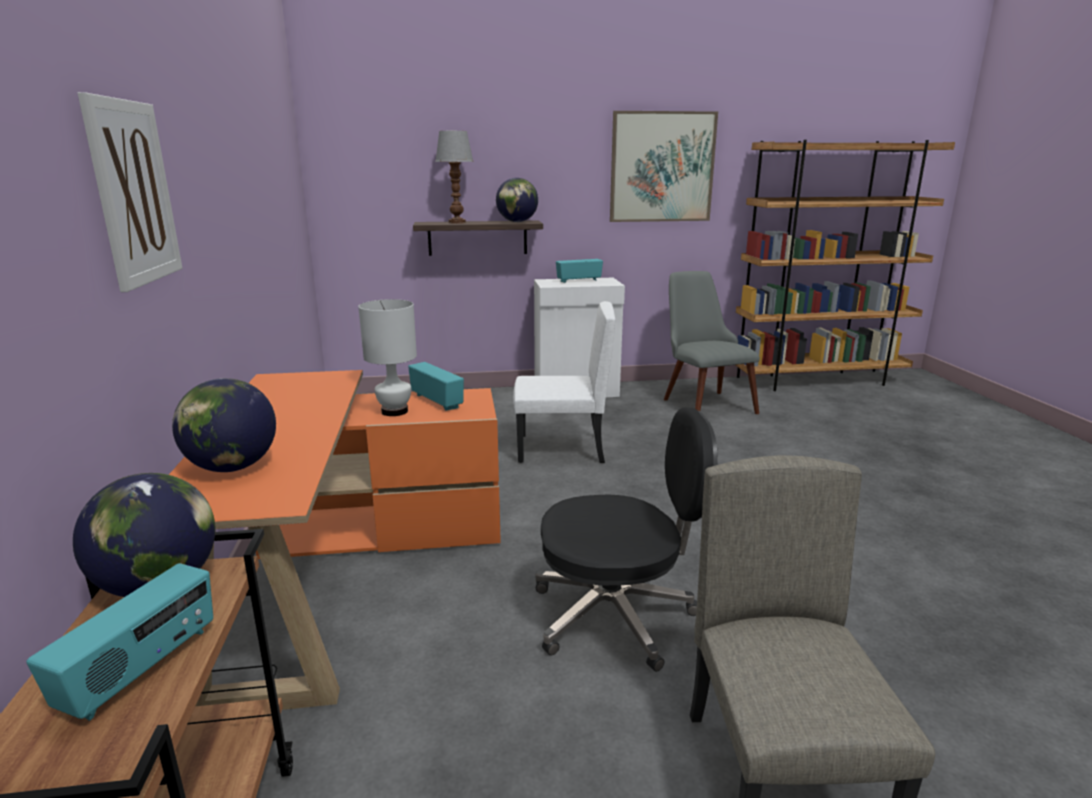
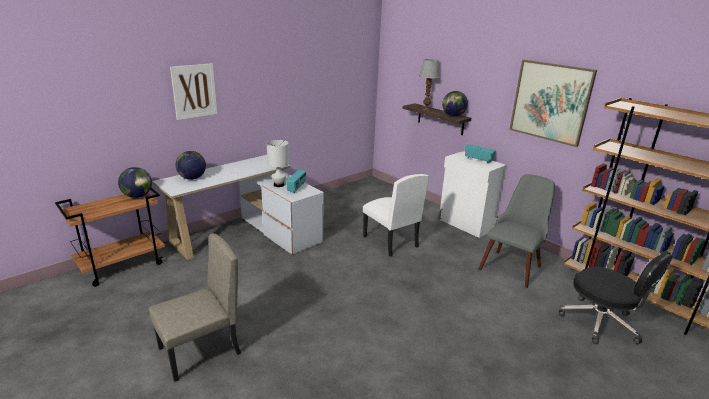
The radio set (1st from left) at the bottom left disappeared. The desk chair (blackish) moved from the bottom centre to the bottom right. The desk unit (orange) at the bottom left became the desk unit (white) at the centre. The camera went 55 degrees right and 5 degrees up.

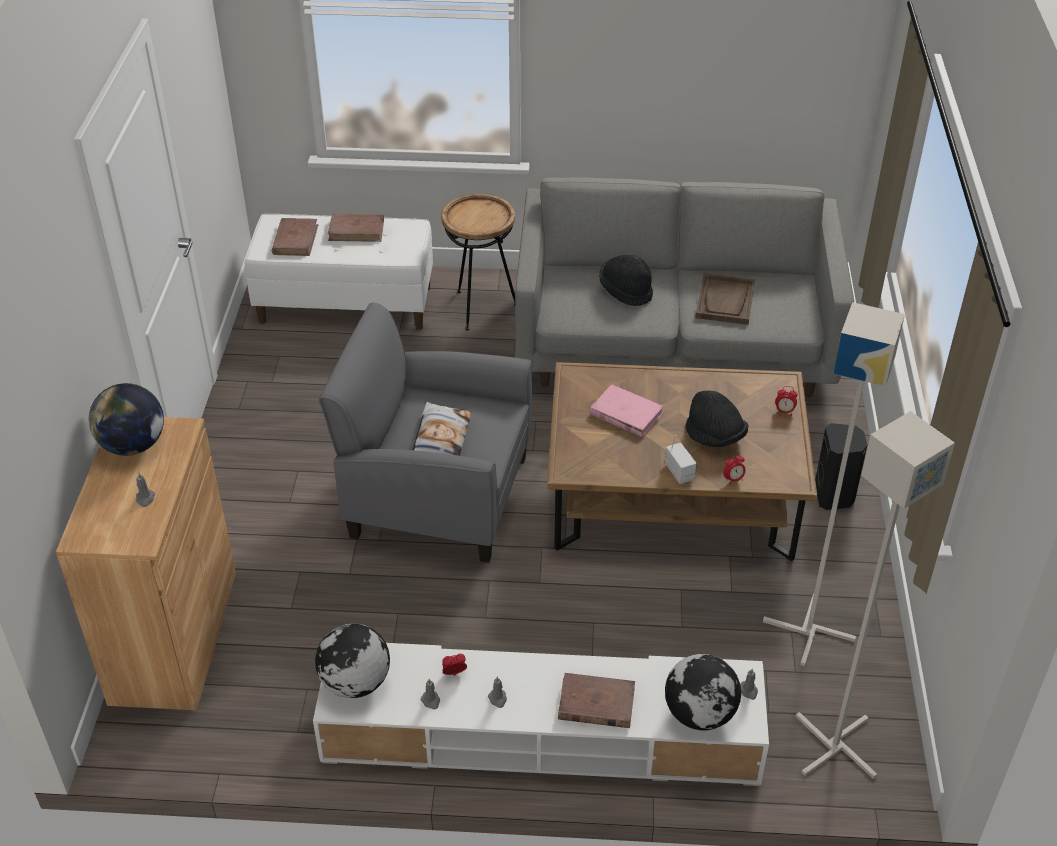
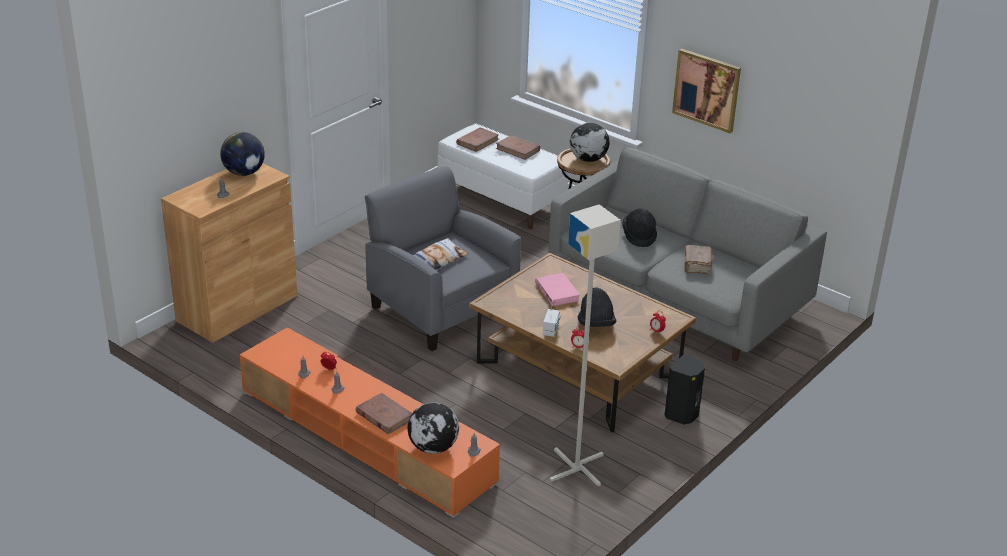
The floor lamp (gray) (2nd from left) at the bottom right disappeared. The wall picture at the top right appeared. The world globe (2nd from left in the first image) moved from the bottom left to the top centre. The carrying tray (brown-coloured) at the middle right was replaced by the book (brown-coloured) (4th from left) at the middle right. The media console (white) at the bottom centre became the media console (orange) at the bottom centre. The camera went 35 degrees right and 10 degrees down.

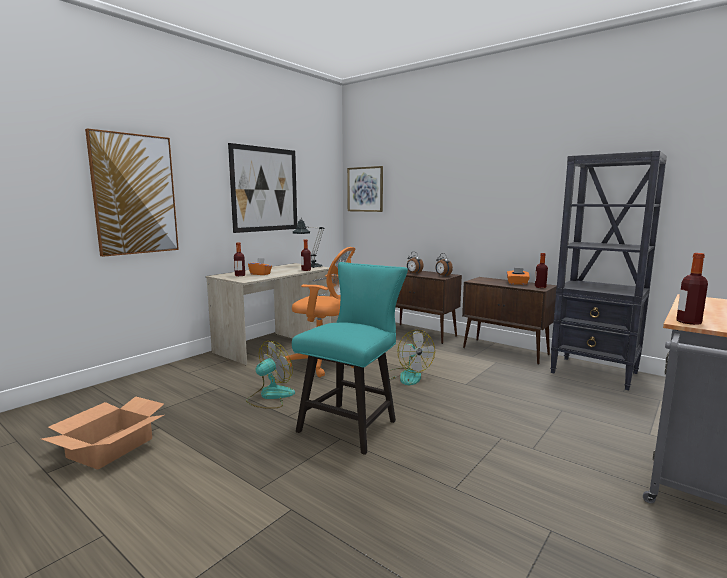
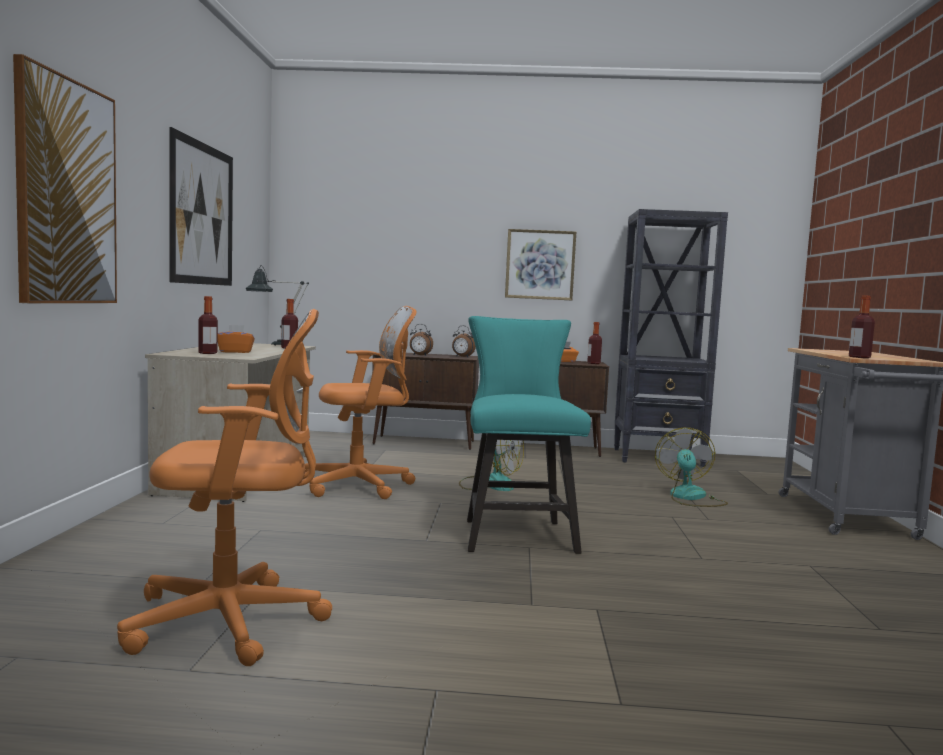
The electric fan (1st from left in the first image) moved from the centre to the middle right. The wall picture (3rd from left) moved from the top centre to the centre. The carton at the bottom left was replaced by the desk chair (orange) (1st from left) at the middle left. The camera went 35 degrees left and 5 degrees down.

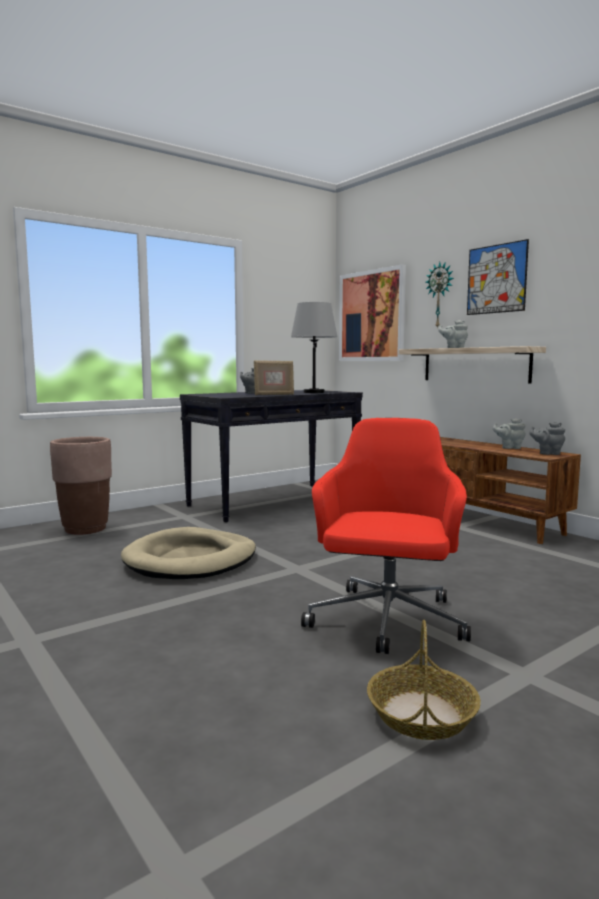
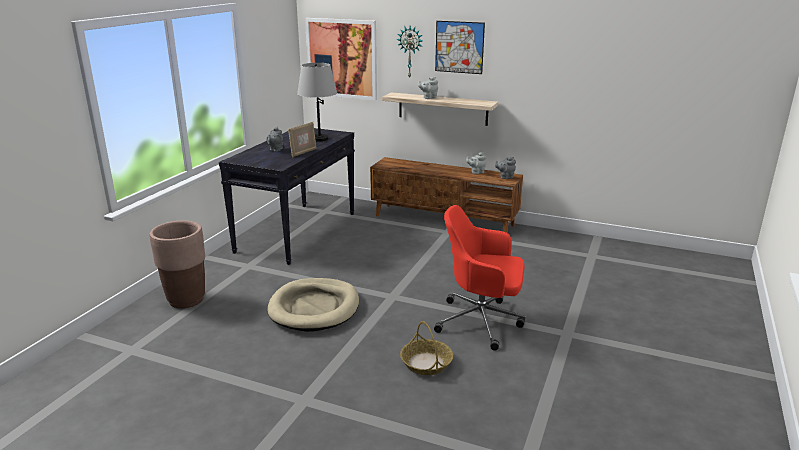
The storage basket moved from the bottom right to the bottom centre. The desk chair (red) at the centre turned 60 degrees counterclockwise. The camera went 30 degrees left and 15 degrees up.

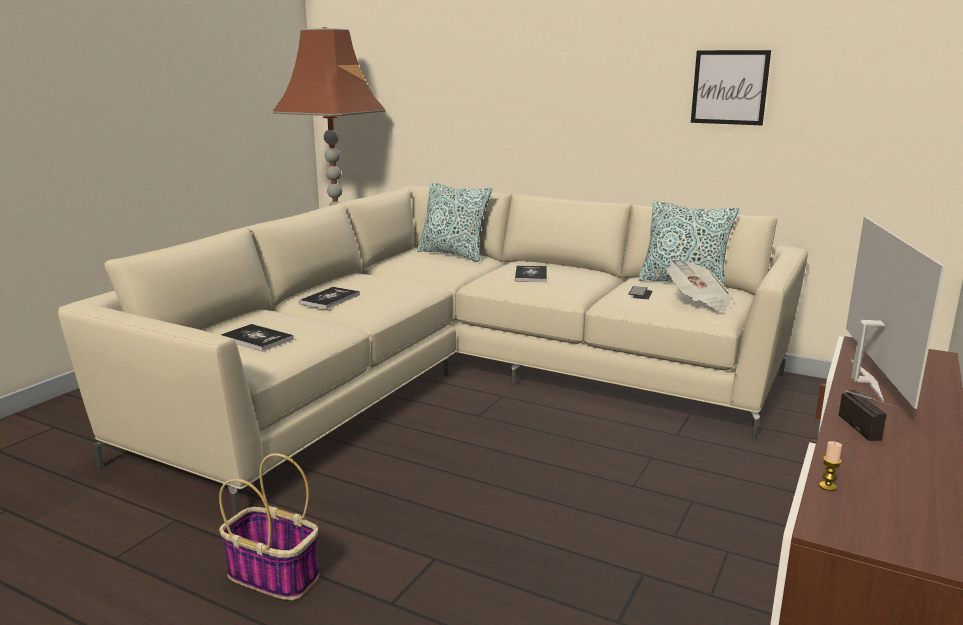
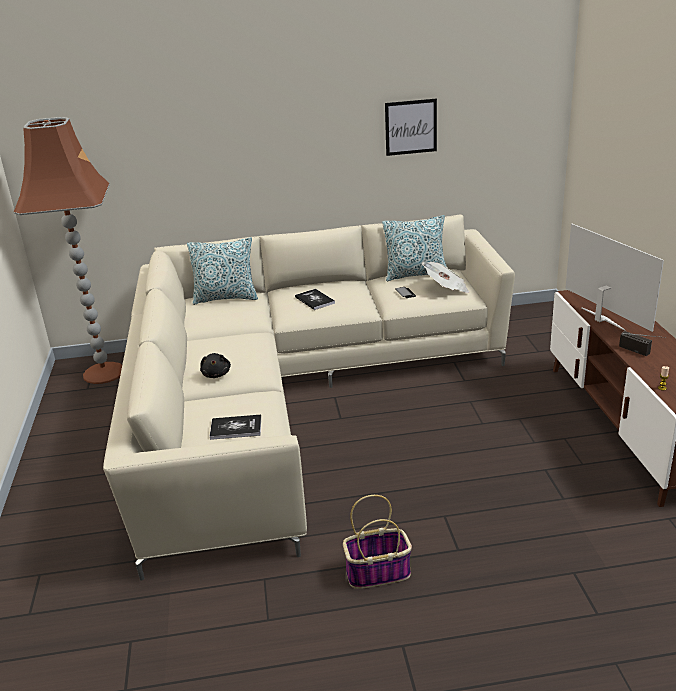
The book (2nd from left) at the centre was replaced by the soft toy (blackish) at the middle left. The camera went 35 degrees left and 10 degrees up.

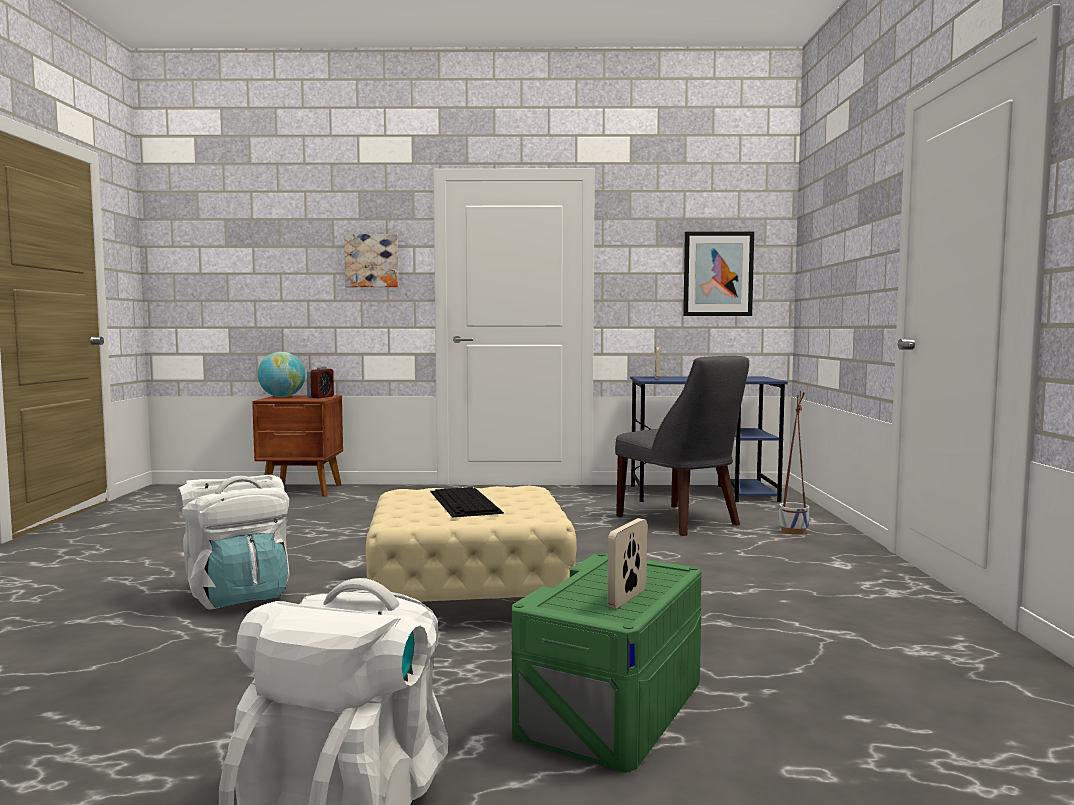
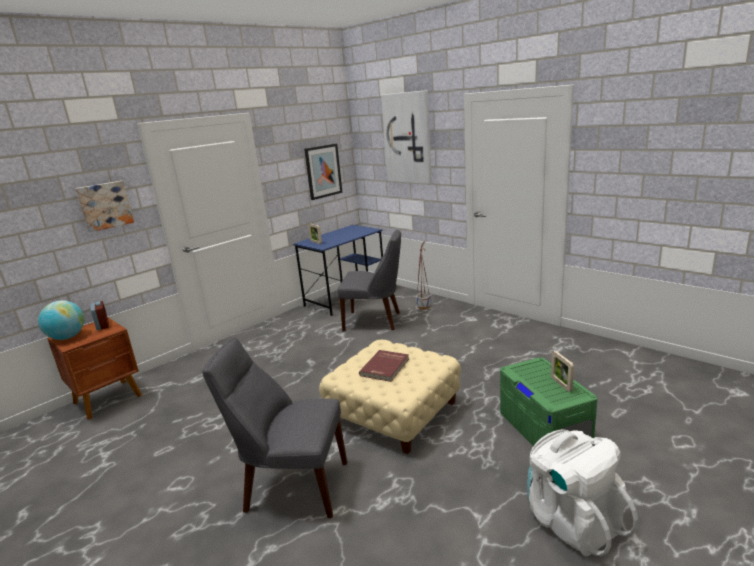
The wall picture (3rd from left) at the top centre appeared. The rucksack (white) (1st from left) at the bottom left was replaced by the plain chair (gray) (1st from left) at the bottom centre. The keyboard at the centre was replaced by the book (red) at the centre. The camera went 45 degrees left and 15 degrees up.

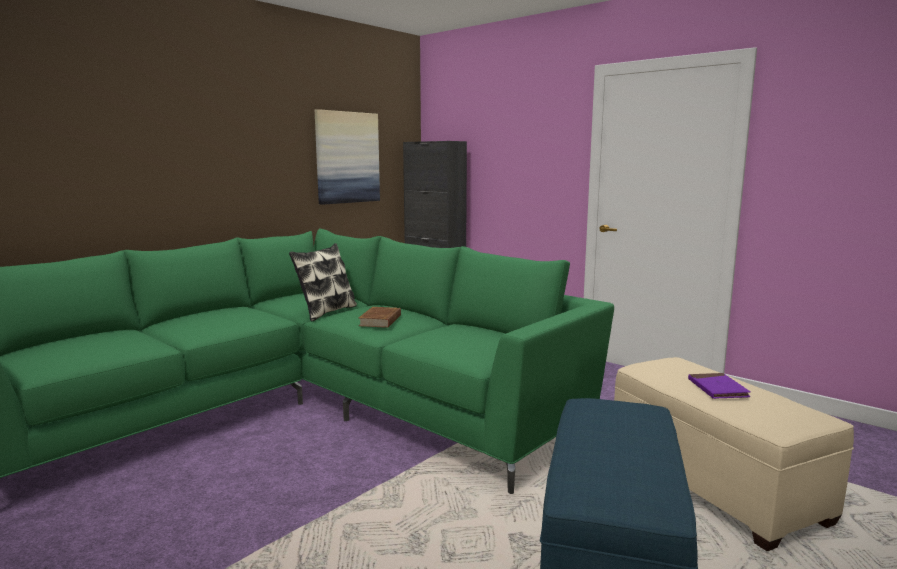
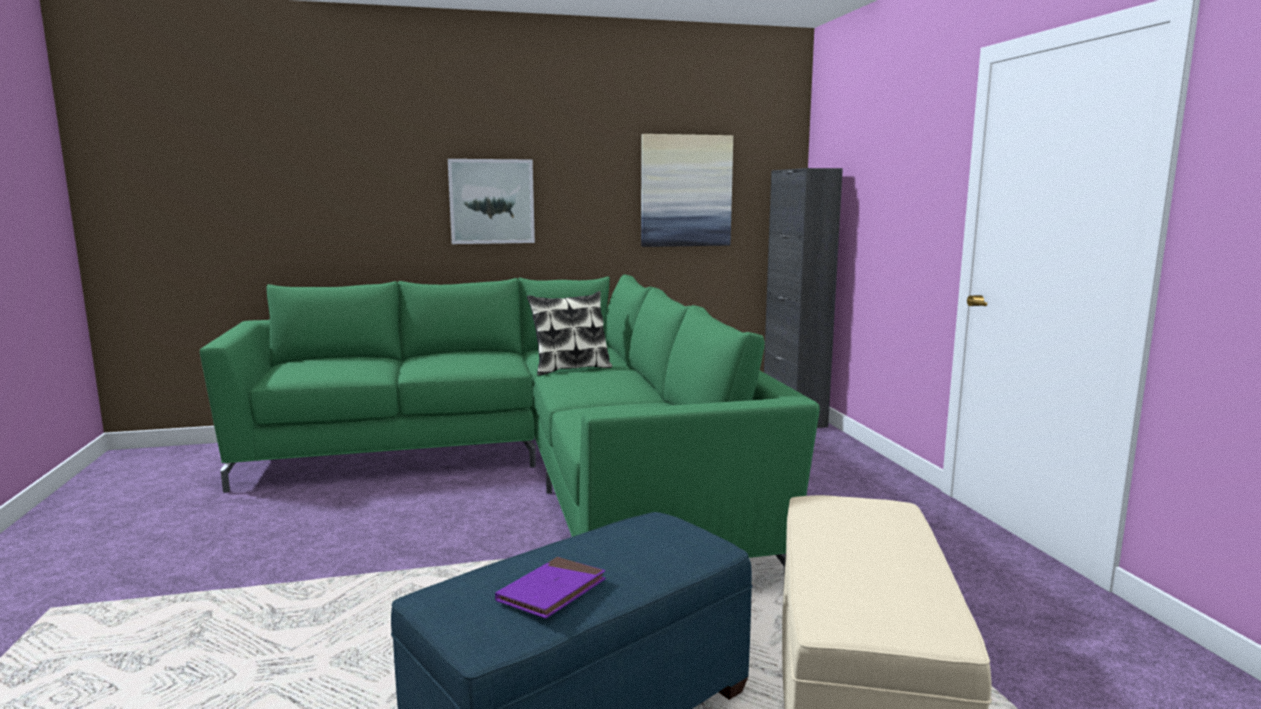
The book (brown-coloured) at the centre disappeared. The wall picture (1st from left) at the top centre appeared. The book (purple-coloured) moved from the bottom right to the bottom centre. The camera went 35 degrees right and 0 degrees up.

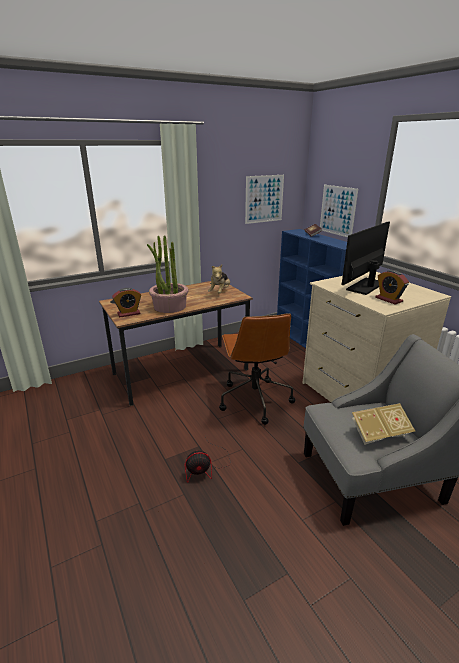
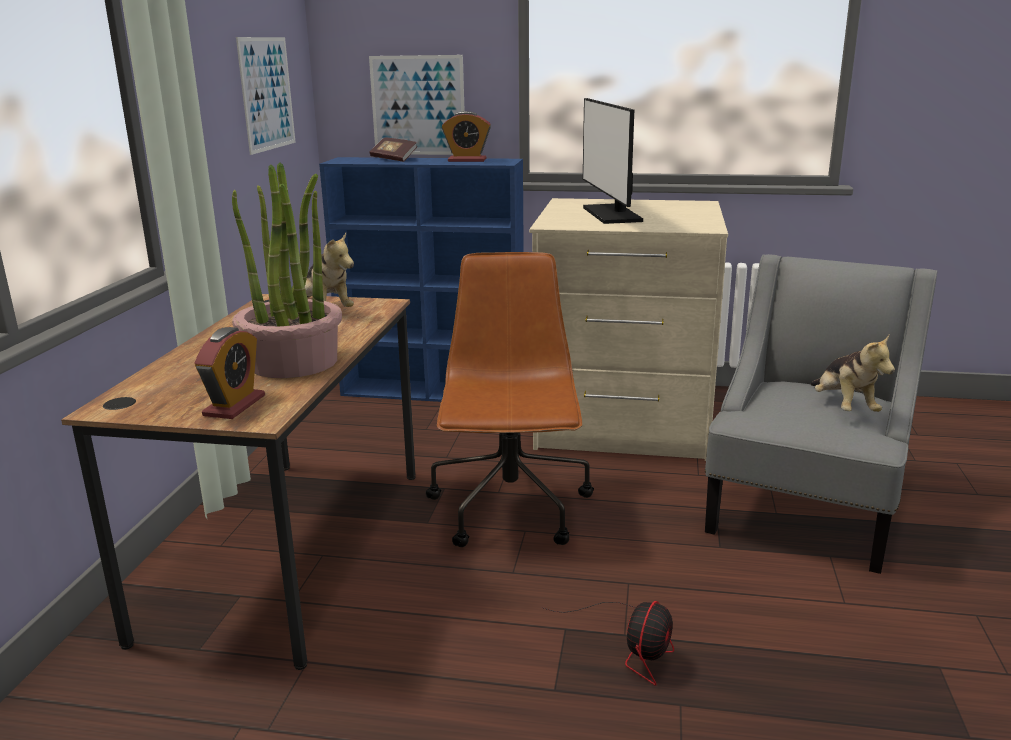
The alarm clock (2nd from left) moved from the middle right to the top centre. The book (2nd from left) at the middle right was replaced by the soft toy (2nd from left) at the middle right. The desk chair (brown-coloured) at the centre turned 120 degrees counterclockwise. The camera went 50 degrees left and 5 degrees down.

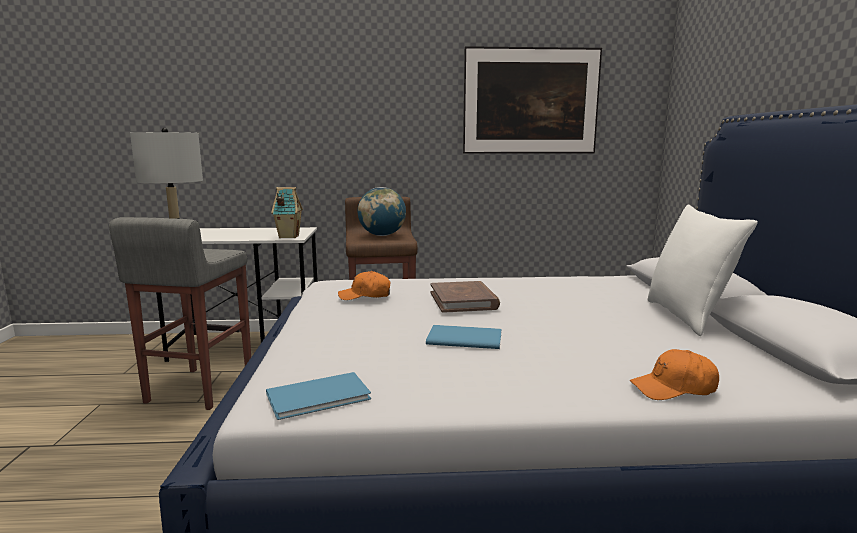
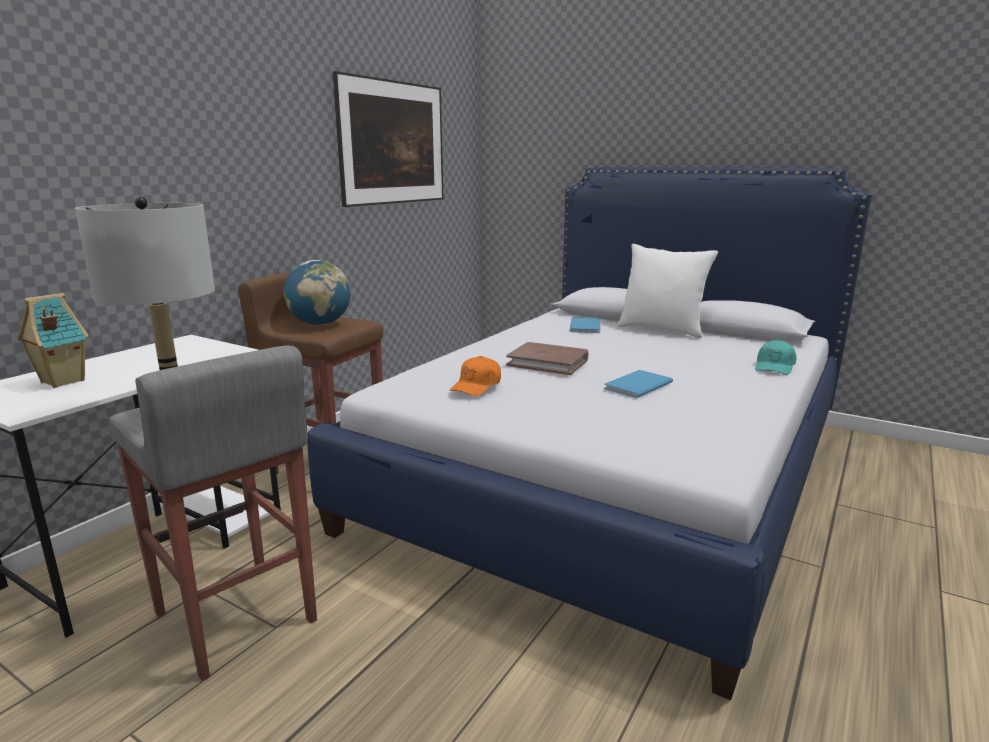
The book (blue) (1st from left) moved from the bottom centre to the centre. The model house moved from the centre to the middle left. The baseball cap (orange) (2nd from left) at the bottom right became the baseball cap (turquoise) at the middle right. The camera went 55 degrees left and 5 degrees up.

